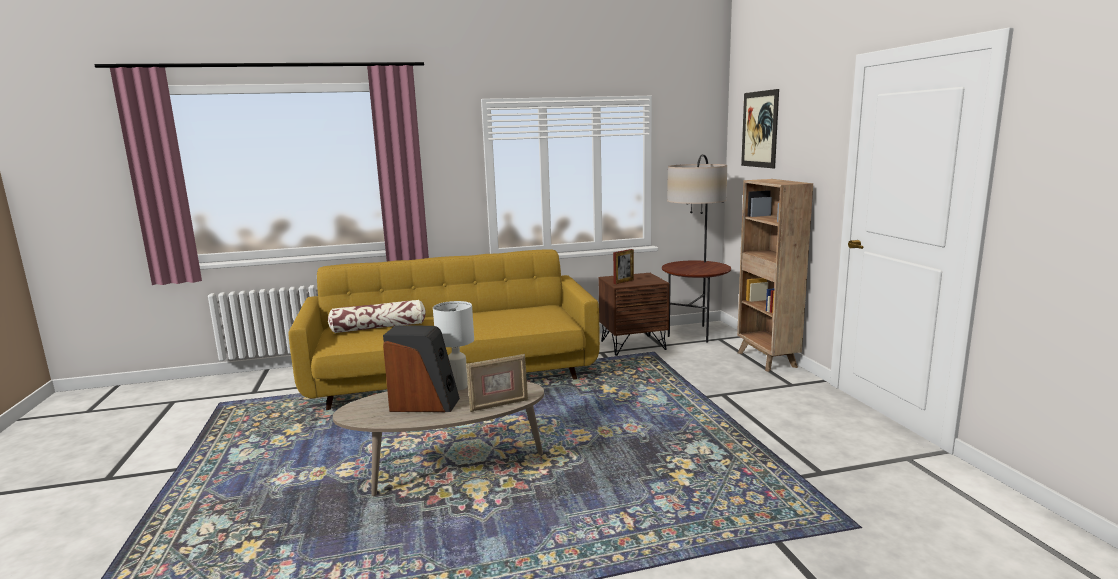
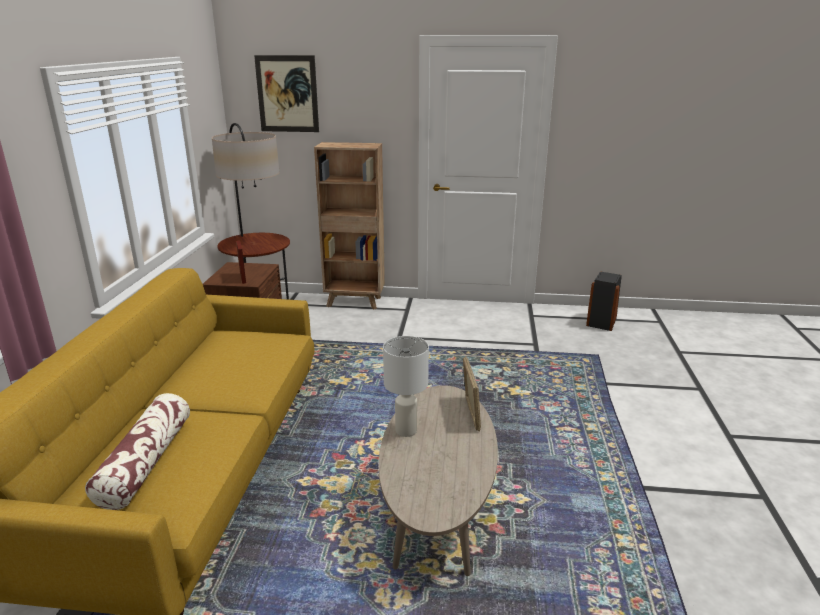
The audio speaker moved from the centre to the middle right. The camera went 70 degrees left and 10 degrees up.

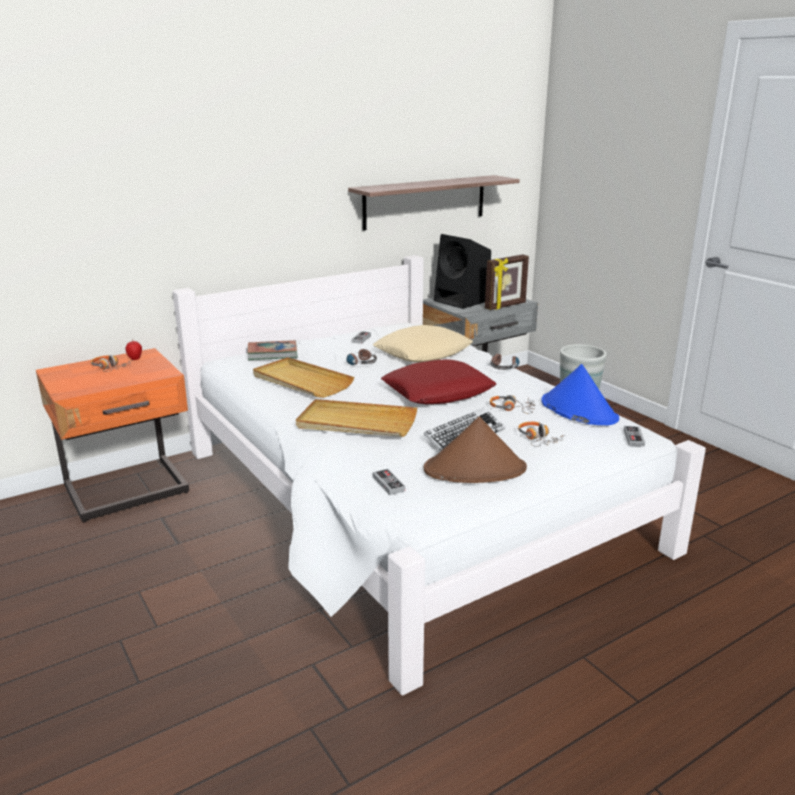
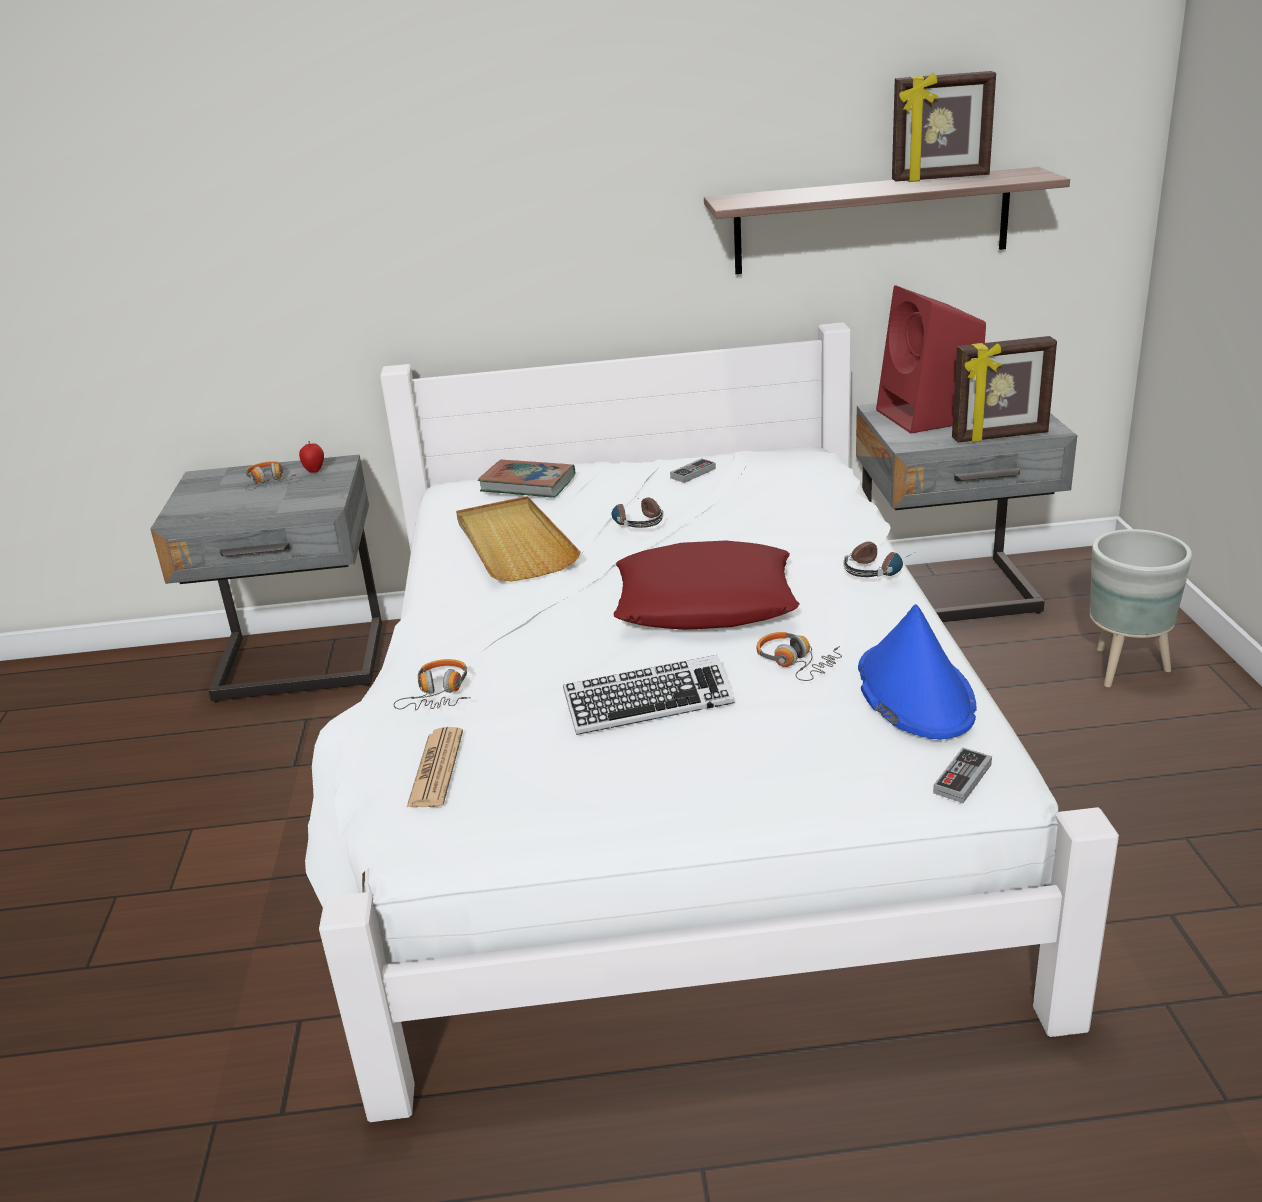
The carrying tray (beige-coloured) (2nd from left) at the centre disappeared. The cushion (beige-coloured) at the centre disappeared. The wearable hat (brown-coloured) at the centre disappeared. The standing frame (1st from left) at the top right appeared. The headset (5th from left in the first image) moved from the middle right to the centre. The joypad (2nd from left) at the centre was replaced by the daily paper at the centre. The nightstand (orange) at the middle left became the nightstand (gray) (1st from left) at the middle left. The audio speaker (blackish) at the centre became the audio speaker (red) at the top right. The camera went 30 degrees right and 5 degrees up.

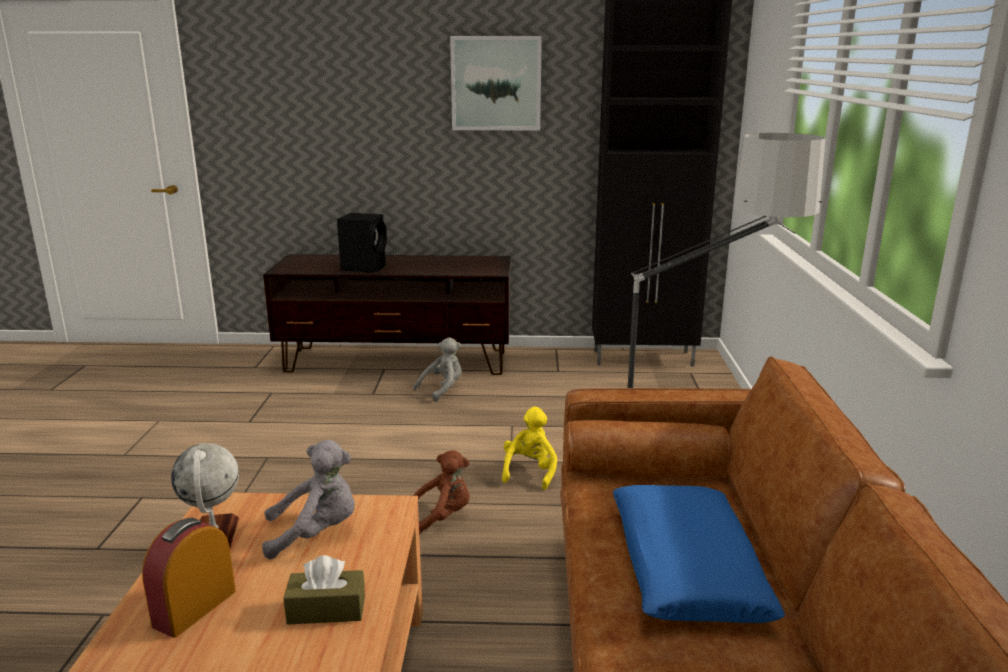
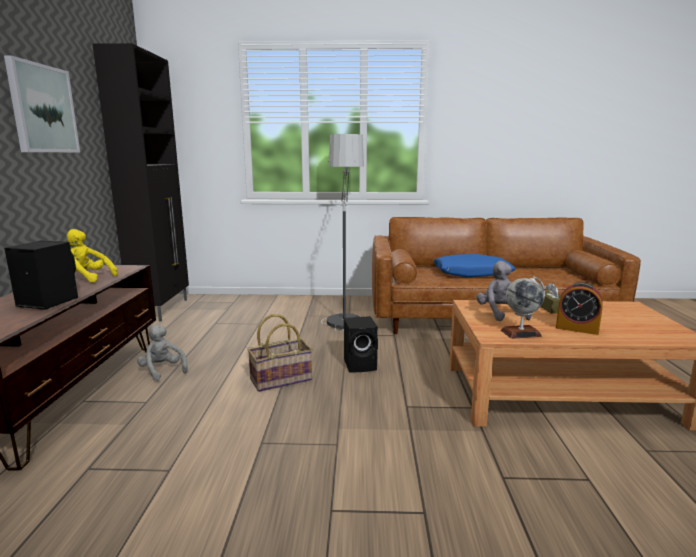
The storage basket at the centre appeared. The soft toy (yellow) moved from the bottom centre to the middle left. The soft toy (brown-coloured) at the bottom centre was replaced by the audio speaker (blackish) (2nd from left) at the centre. The camera went 90 degrees left and 5 degrees down.

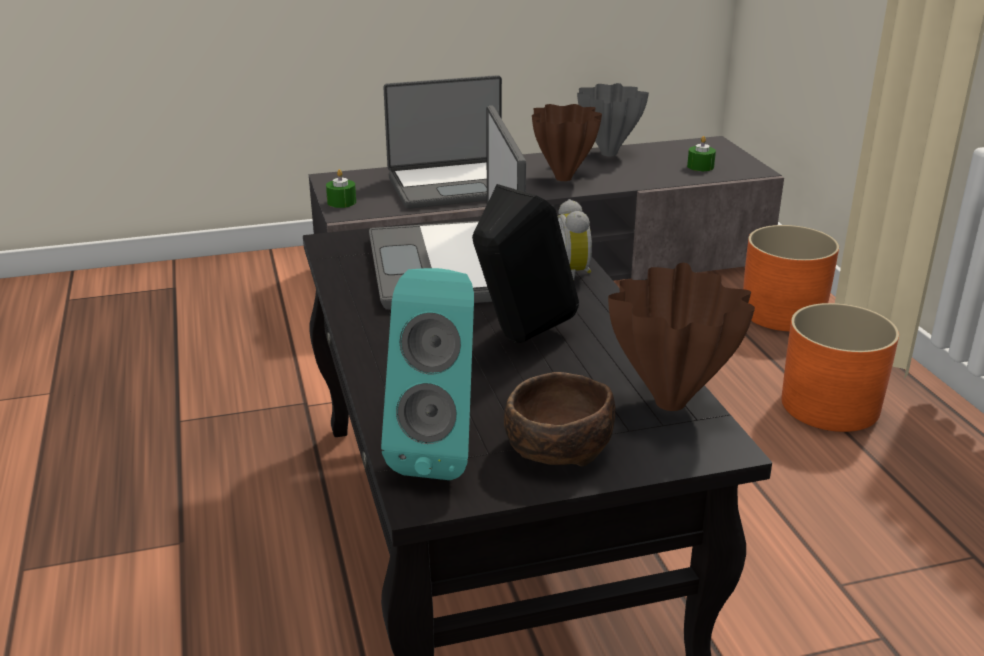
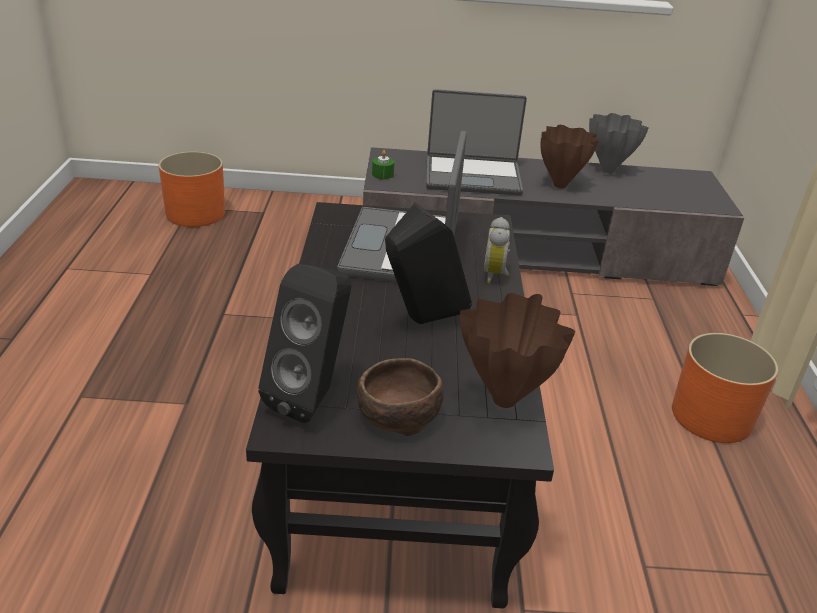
The candle (green) (2nd from left) at the top right disappeared. The plant pot (orange) (1st from left) moved from the middle right to the top left. The audio speaker (turquoise) at the centre became the audio speaker (blackish) (1st from left) at the centre. The camera went 15 degrees right and 5 degrees up.

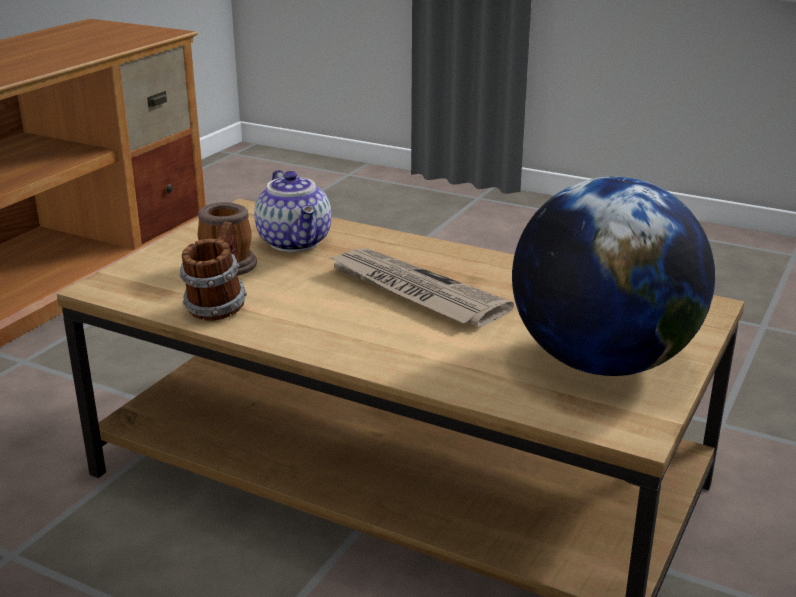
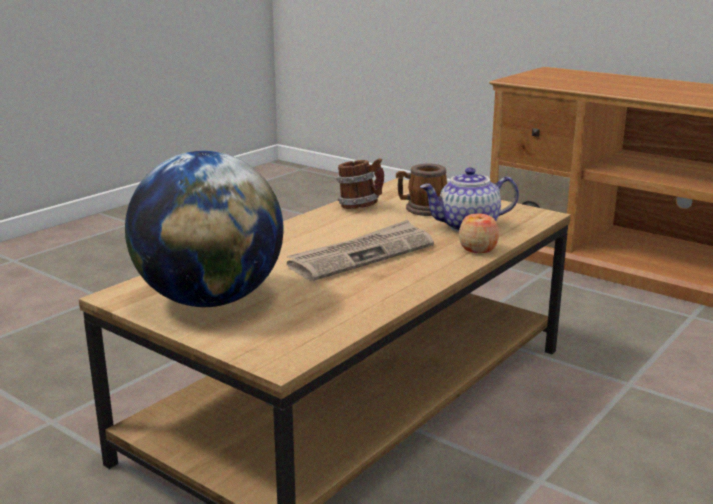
The apple fruit at the middle right appeared. The camera went 100 degrees right and 5 degrees down.

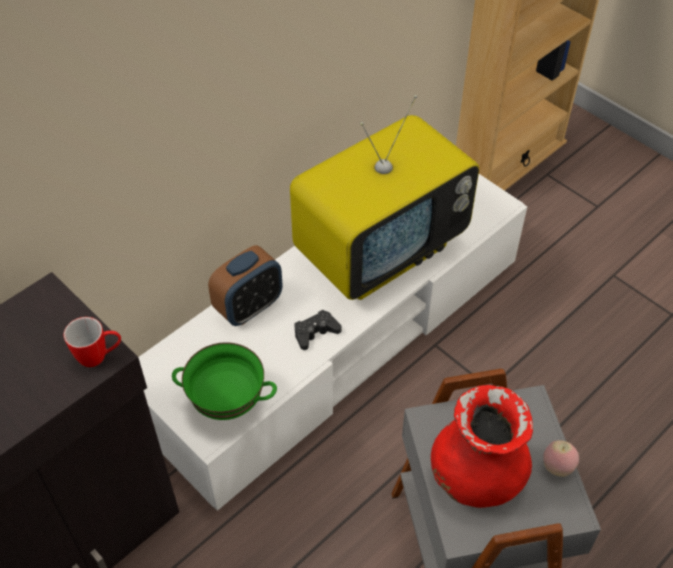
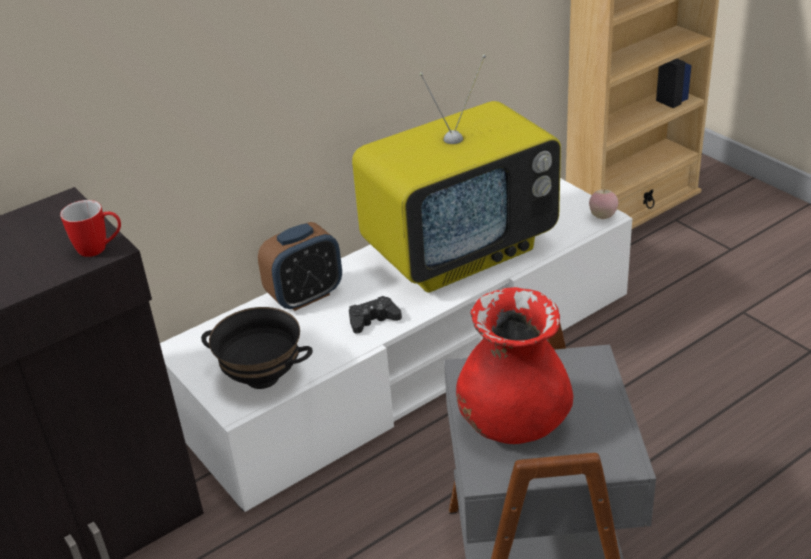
The apple fruit moved from the bottom right to the middle right. The bowl (green) at the bottom left became the bowl (blackish) at the middle left. The camera went 10 degrees right and 15 degrees down.

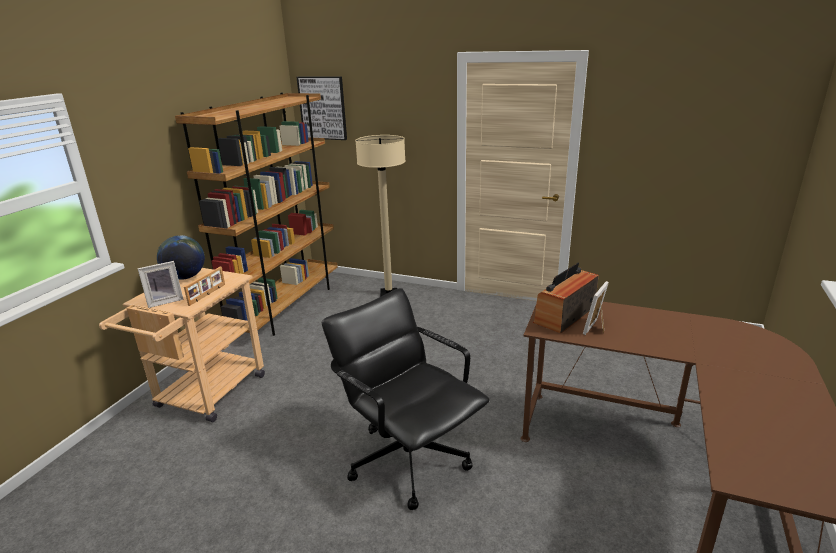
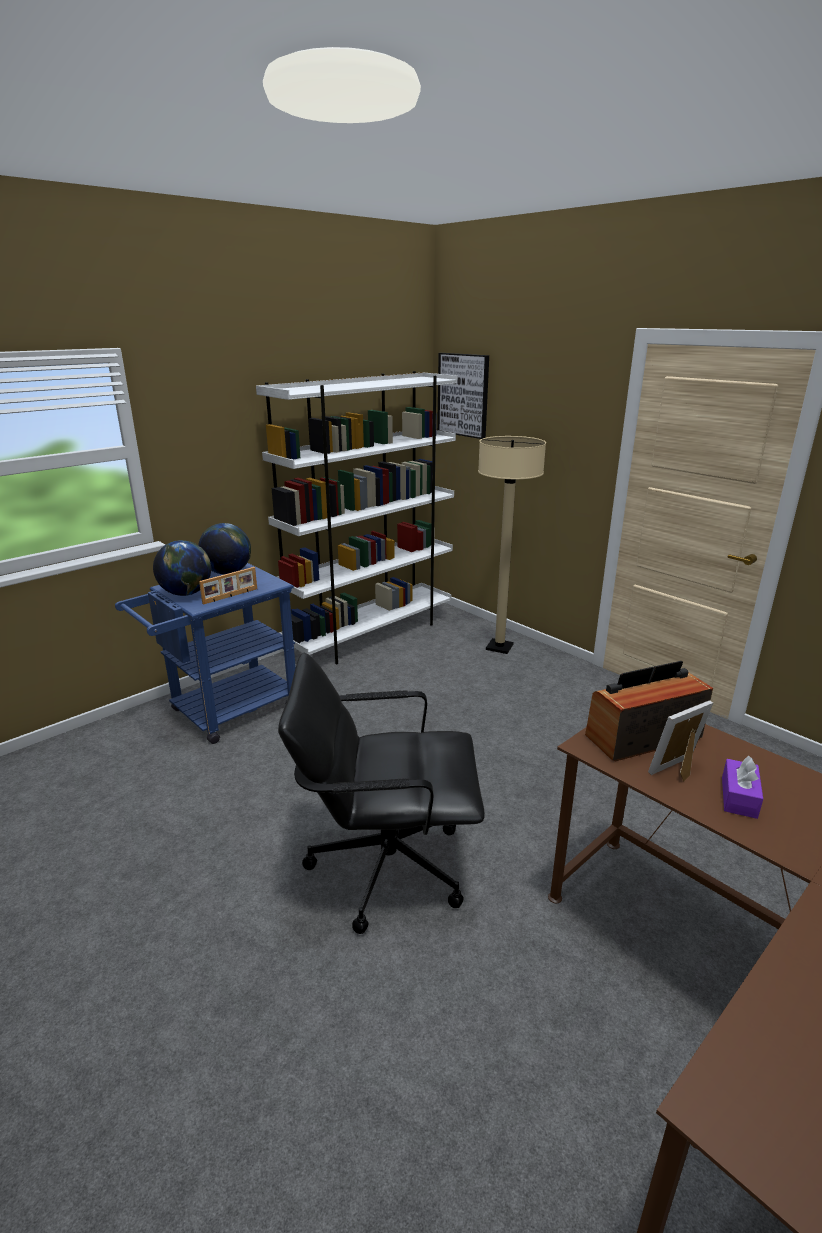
The tissue box (purple-coloured) at the middle right appeared. The standing frame (1st from left) at the middle left was replaced by the world globe (1st from left) at the middle left. The wheeled cart (beige-coloured) at the middle left became the wheeled cart (blue) at the middle left. The bookshelf (brown-coloured) at the middle left became the bookshelf (white) at the centre. The desk chair (blackish) at the bottom centre turned 75 degrees counterclockwise. The camera went 25 degrees right and 0 degrees up.

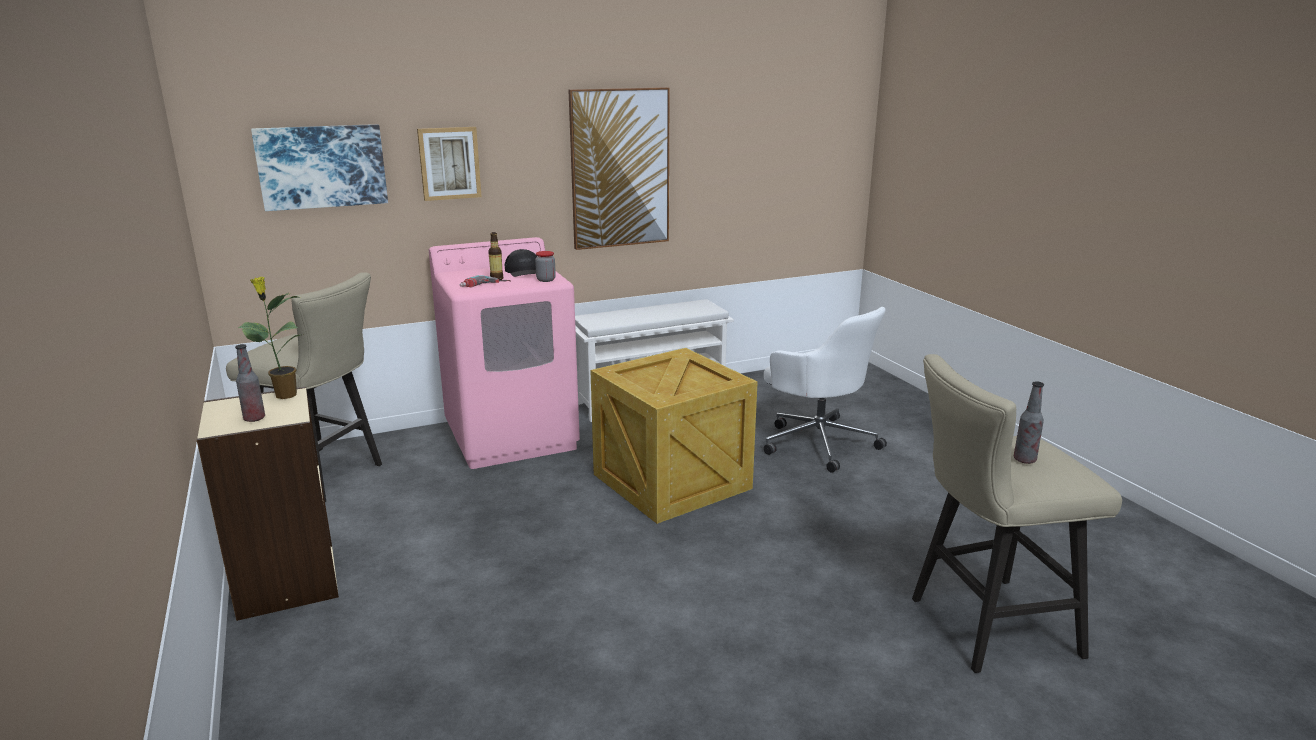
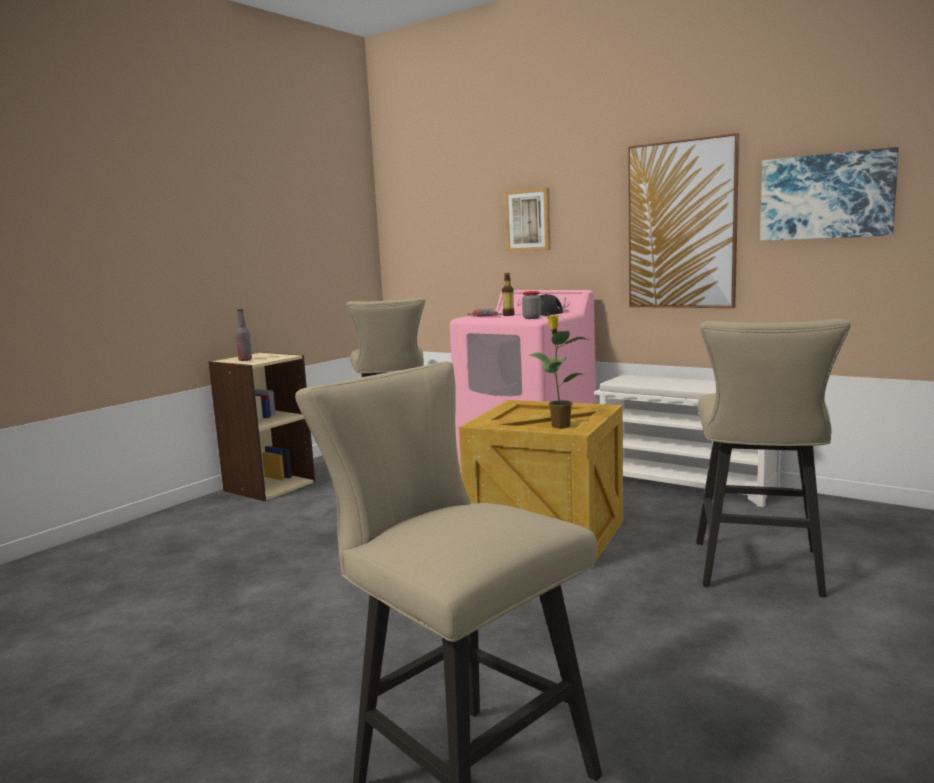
The beverage bottle (3rd from left) at the middle right disappeared. The plant in a pot moved from the middle left to the centre. The wall picture (1st from left in the first image) moved from the top left to the top right. The desk chair (white) at the centre was replaced by the stool seat (beige-coloured) (3rd from left) at the middle right. The camera went 60 degrees right and 10 degrees down.

